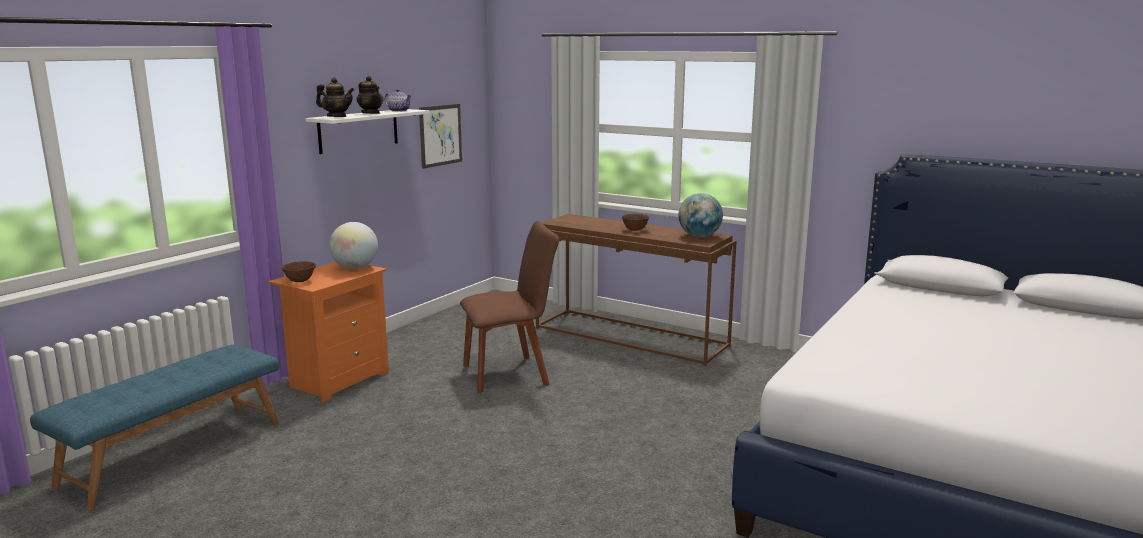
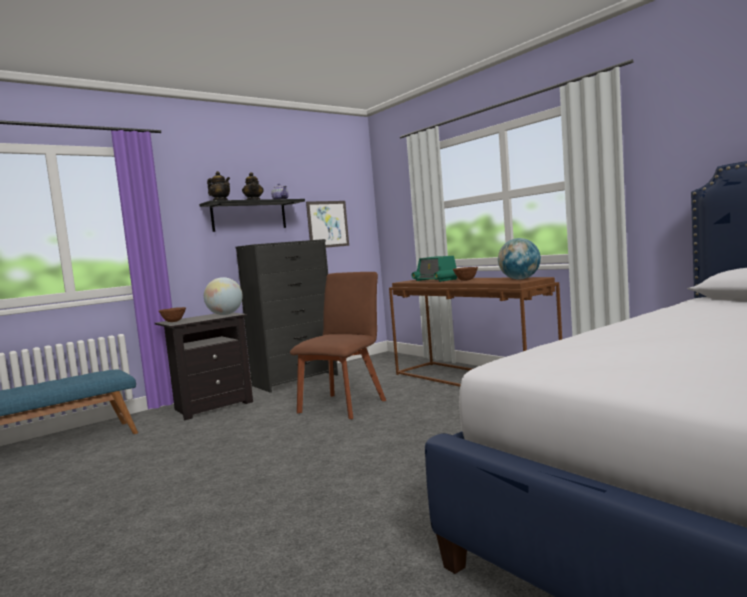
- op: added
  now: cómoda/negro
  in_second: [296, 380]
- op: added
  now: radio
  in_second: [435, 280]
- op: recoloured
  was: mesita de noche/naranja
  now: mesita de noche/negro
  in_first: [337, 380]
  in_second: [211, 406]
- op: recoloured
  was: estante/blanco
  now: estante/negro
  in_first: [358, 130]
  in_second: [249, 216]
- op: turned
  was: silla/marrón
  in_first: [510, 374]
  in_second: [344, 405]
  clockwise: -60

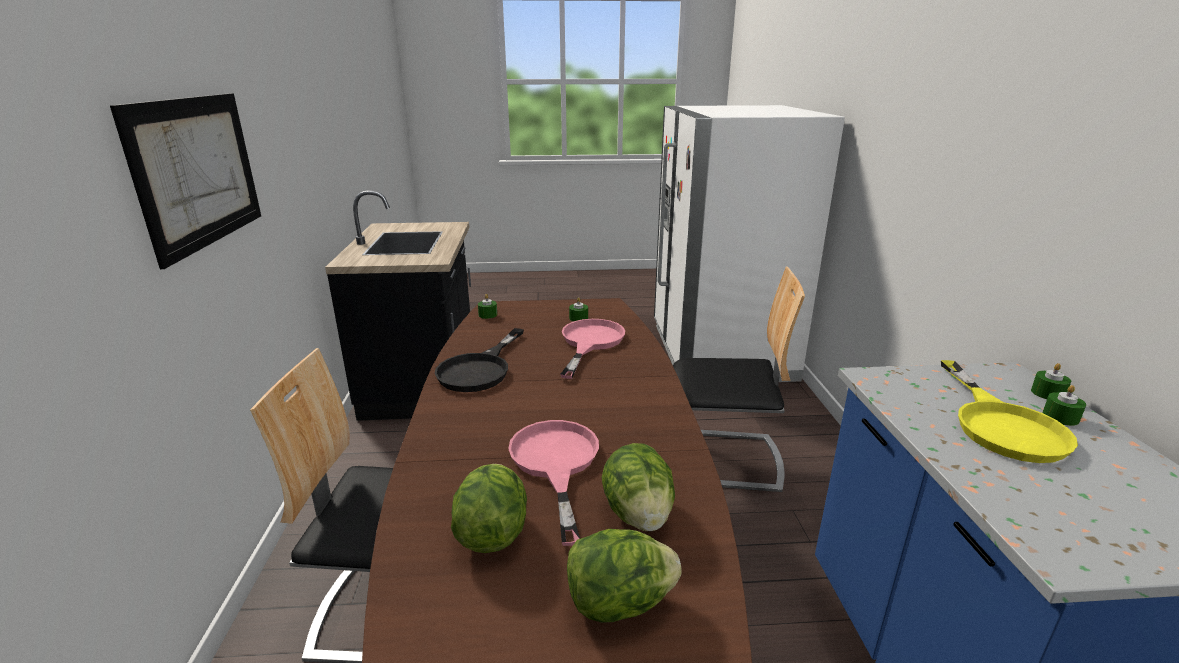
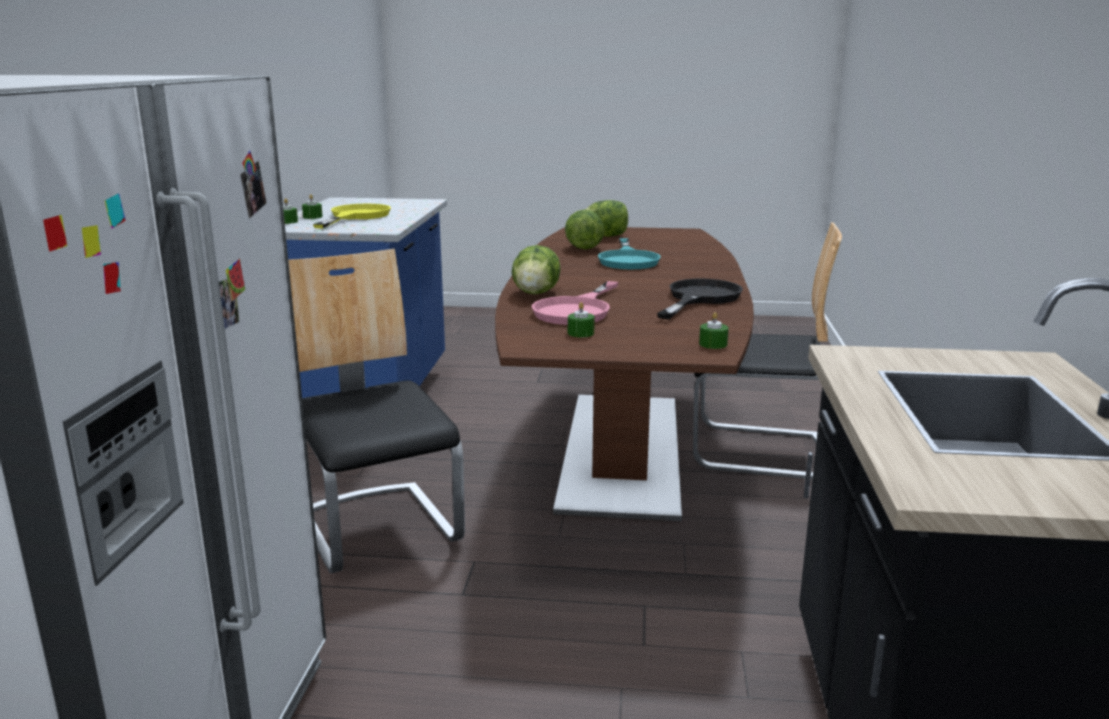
- op: removed
  was: cuadro
  in_first: [198, 172]
- op: moved
  was: lechuga
  in_first: [492, 532]
  in_second: [536, 293]
- op: recoloured
  was: sartén/rosa
  now: sartén/turquesa
  in_first: [555, 464]
  in_second: [628, 260]
- op: turned
  was: silla
  in_first: [723, 459]
  in_second: [379, 528]
  clockwise: 45

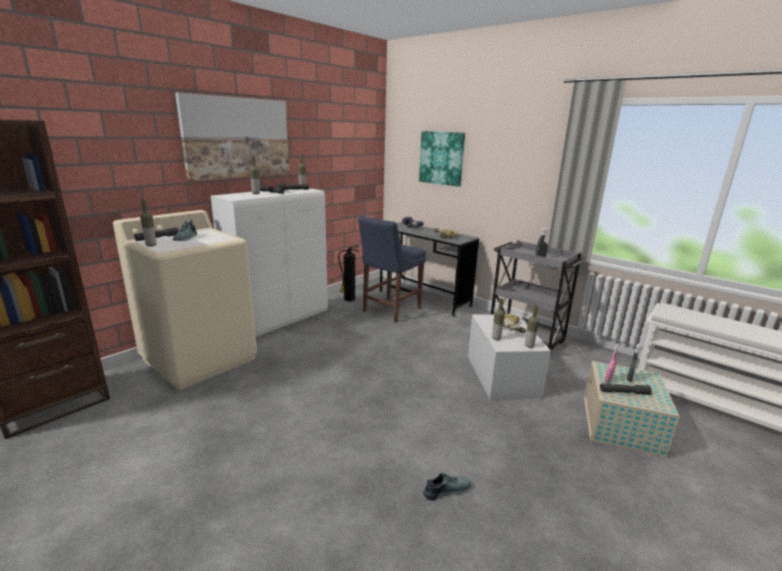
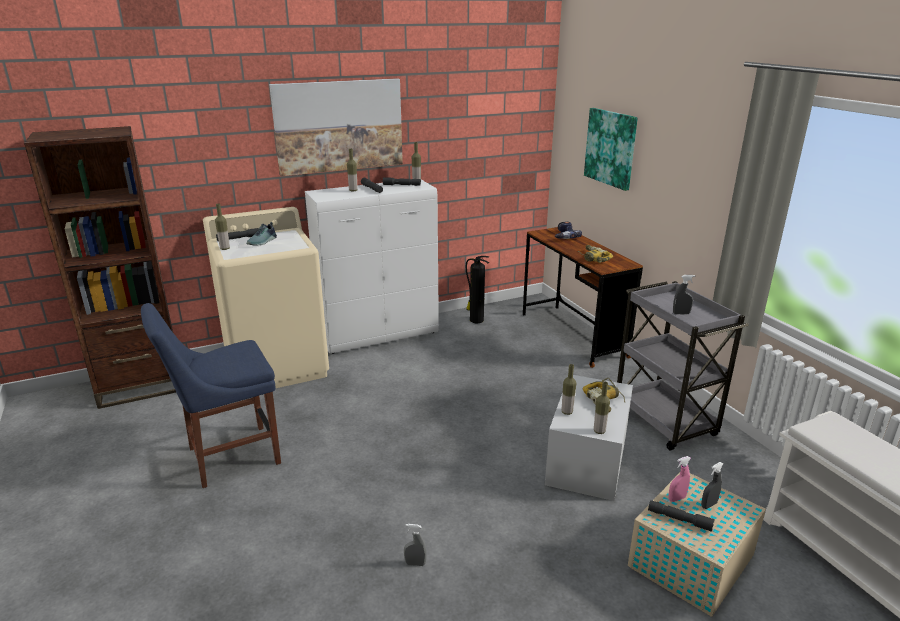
- op: moved
  was: silla/azul
  in_first: [389, 310]
  in_second: [228, 456]
- op: replaced
  was: zapato
  now: pulverizador/gris
  in_first: [446, 489]
  in_second: [415, 563]
- op: recoloured
  was: escritorio/gris
  now: escritorio/marrón
  in_first: [424, 298]
  in_second: [573, 335]

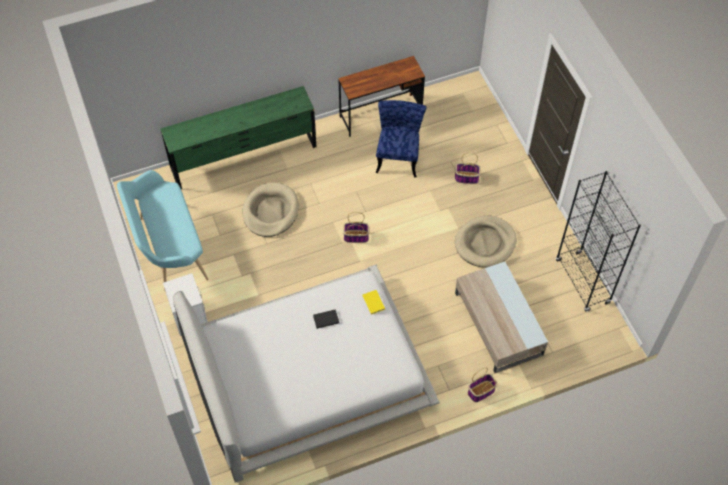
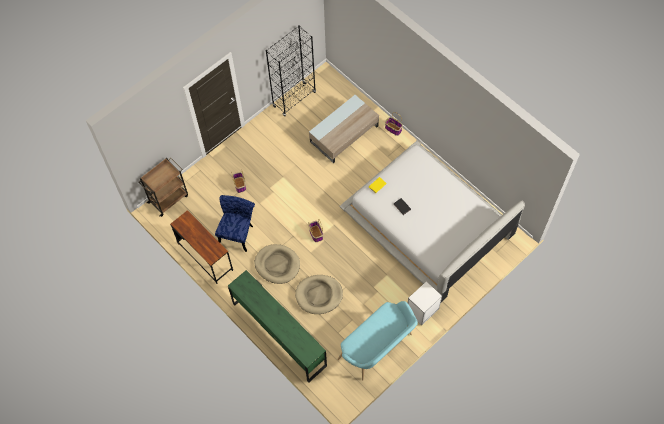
- op: added
  now: carrito/marrón
  in_second: [168, 198]
- op: moved
  was: cama para perro/beis
  in_first: [485, 243]
  in_second: [277, 264]
- op: turned
  was: silla/azul
  in_first: [398, 156]
  in_second: [237, 232]
  clockwise: 120

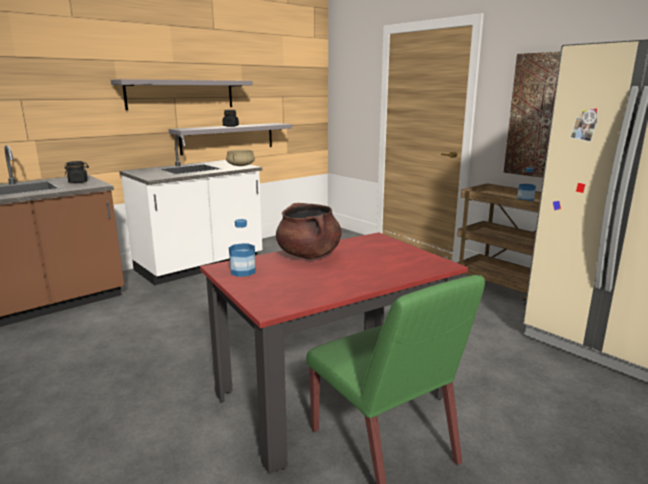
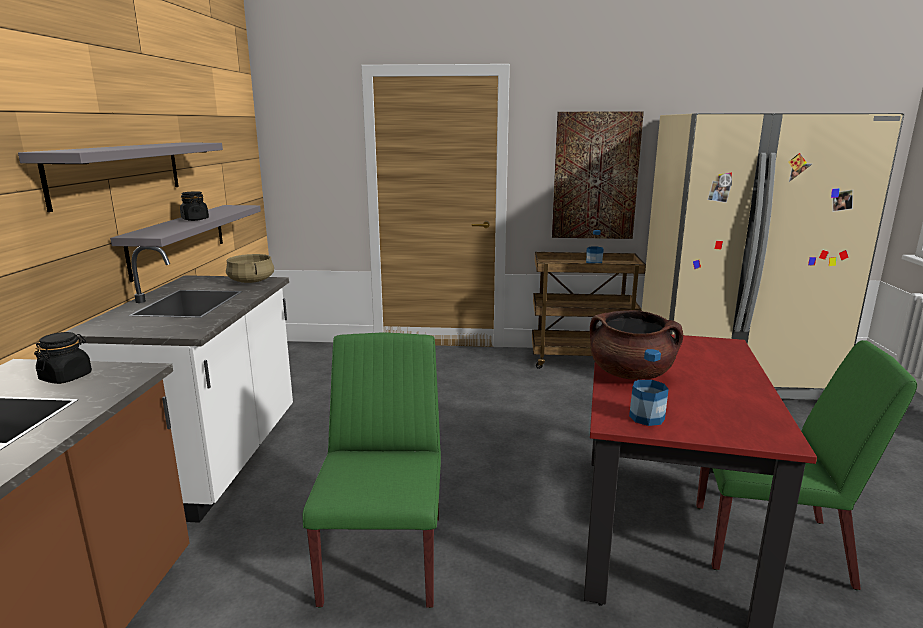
- op: added
  now: silla/verde
  in_second: [384, 557]

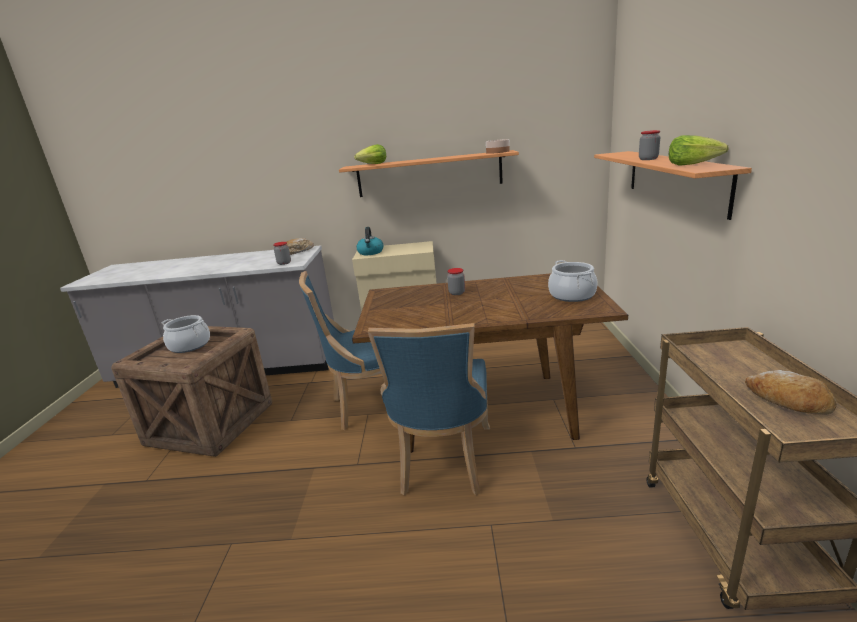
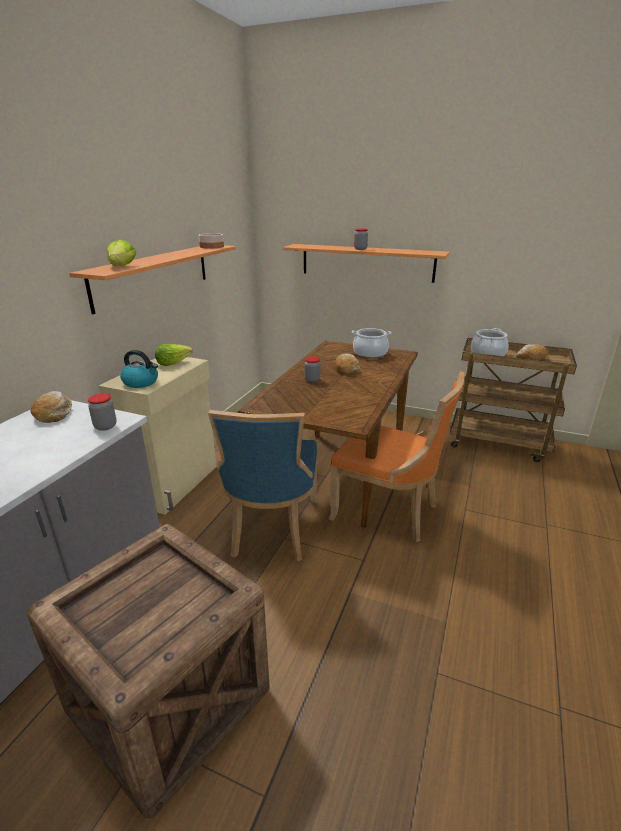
- op: added
  now: pan
  in_second: [346, 369]
- op: moved
  was: olla
  in_first: [190, 345]
  in_second: [488, 354]
- op: moved
  was: lechuga
  in_first: [692, 164]
  in_second: [173, 363]
- op: recoloured
  was: silla/azul
  now: silla/naranja
  in_first: [443, 461]
  in_second: [389, 511]

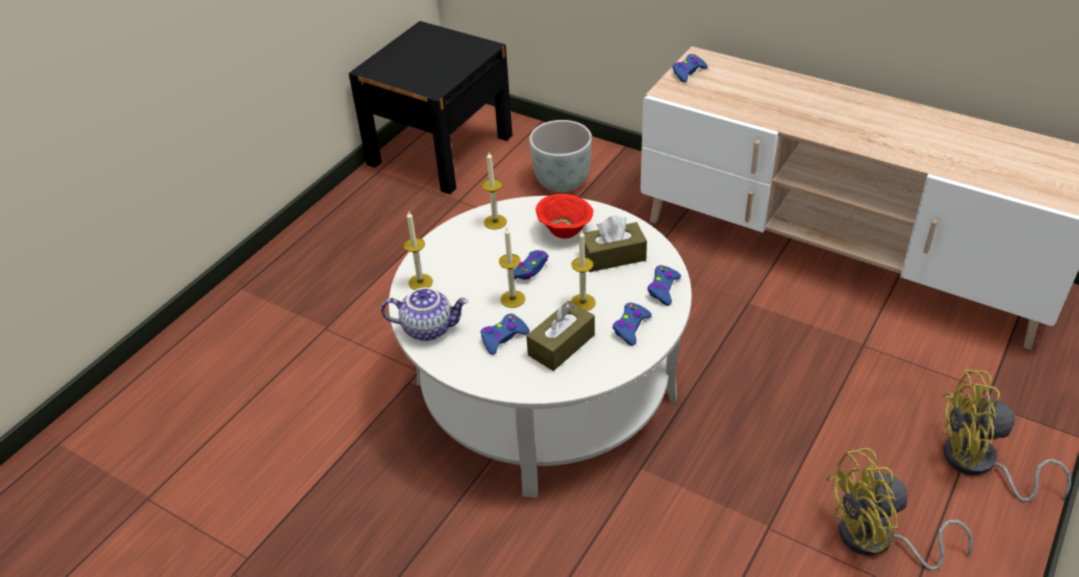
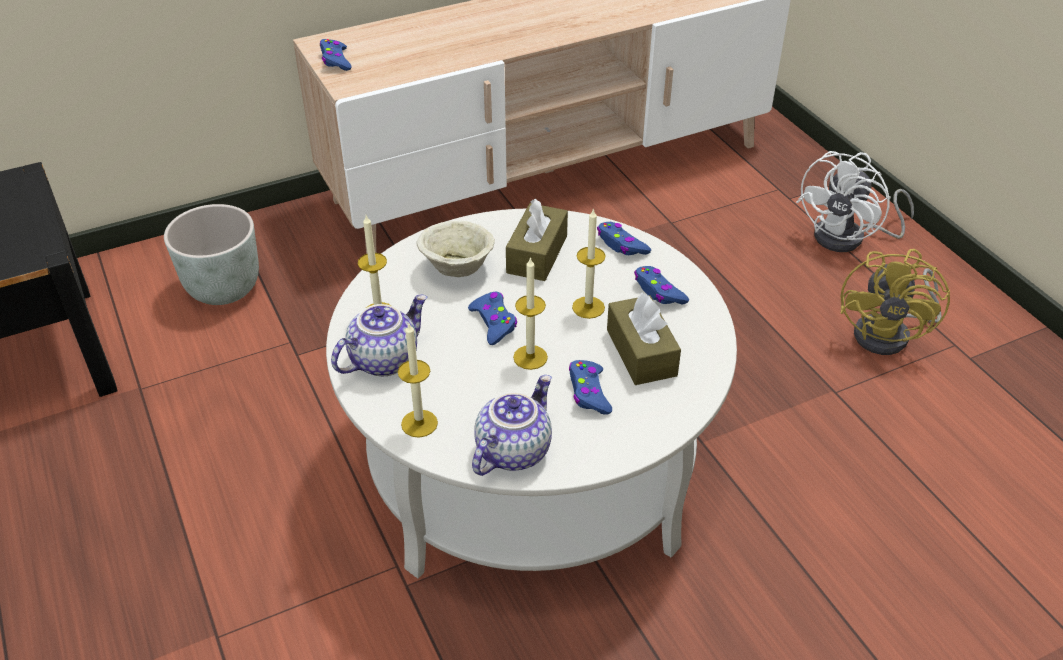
- op: added
  now: tetera
  in_second: [383, 359]
- op: recoloured
  was: cuenco/rojo
  now: cuenco/beis
  in_first: [564, 231]
  in_second: [456, 269]
- op: recoloured
  was: ventilador/amarillo
  now: ventilador/blanco
  in_first: [978, 465]
  in_second: [849, 238]

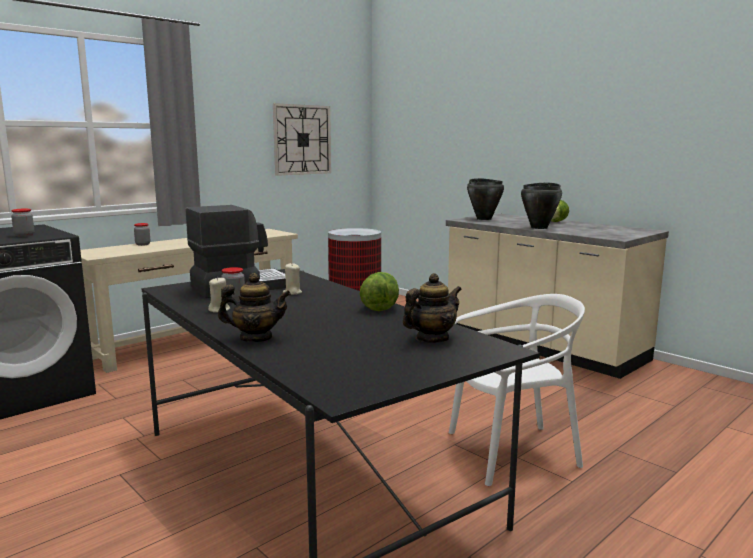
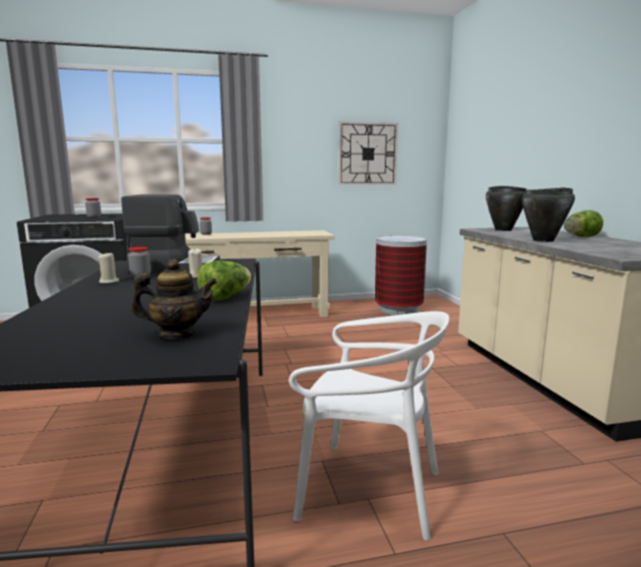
- op: removed
  was: tetera
  in_first: [256, 338]

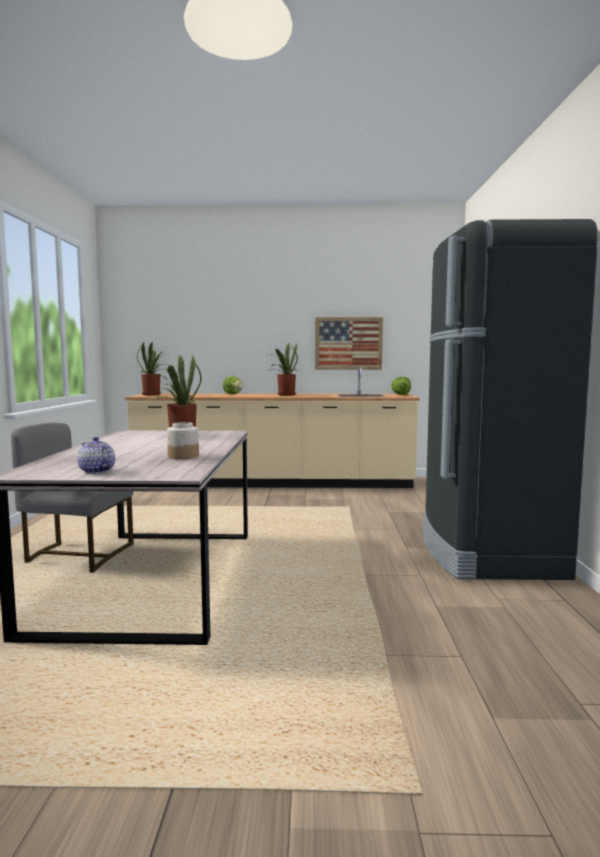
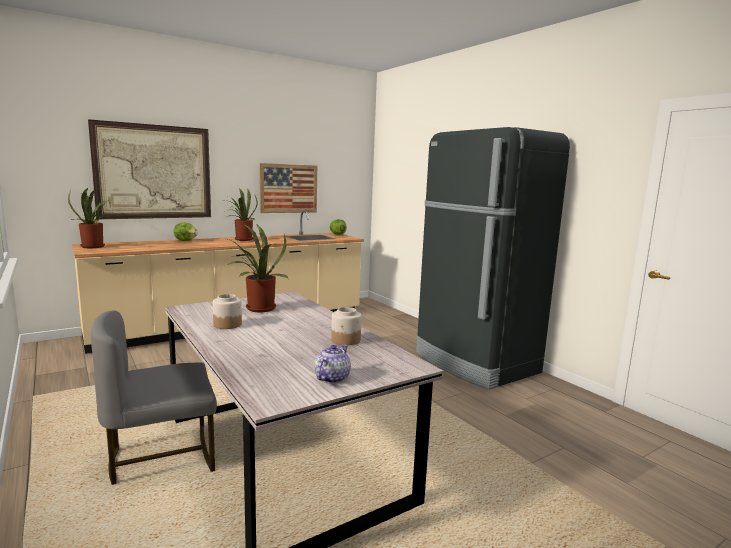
- op: added
  now: cuadro
  in_second: [154, 172]
- op: added
  now: tarro
  in_second: [227, 324]
- op: turned
  was: tetera
  in_first: [96, 471]
  in_second: [332, 378]
  clockwise: 105

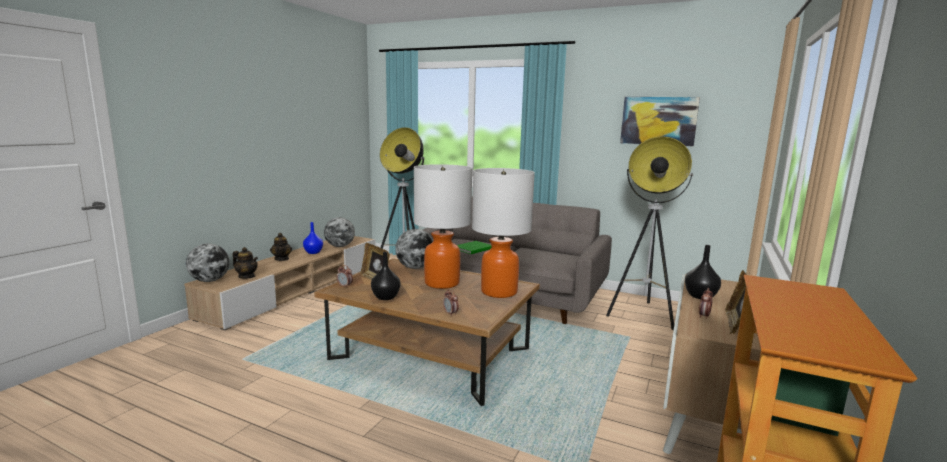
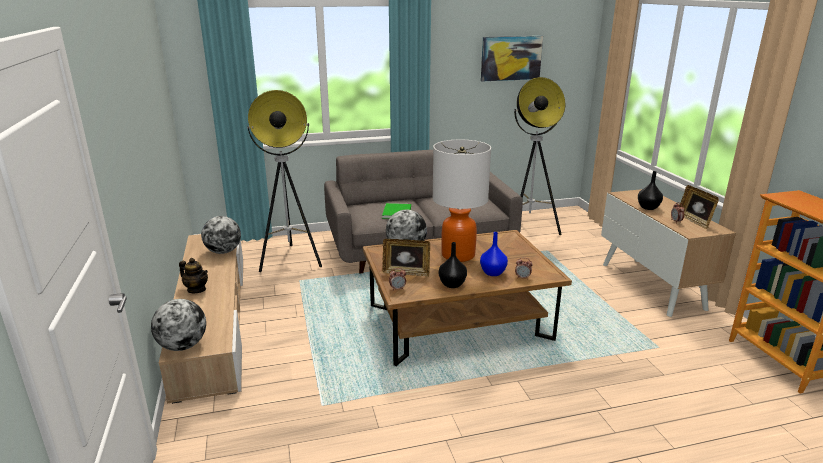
- op: removed
  was: tetera
  in_first: [247, 276]
- op: removed
  was: lámpara de mesa
  in_first: [499, 292]
- op: moved
  was: florero/azul
  in_first: [313, 252]
  in_second: [492, 273]

